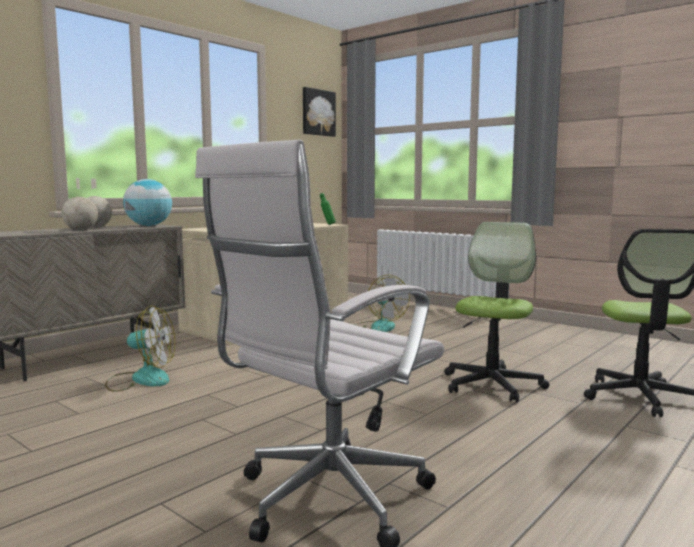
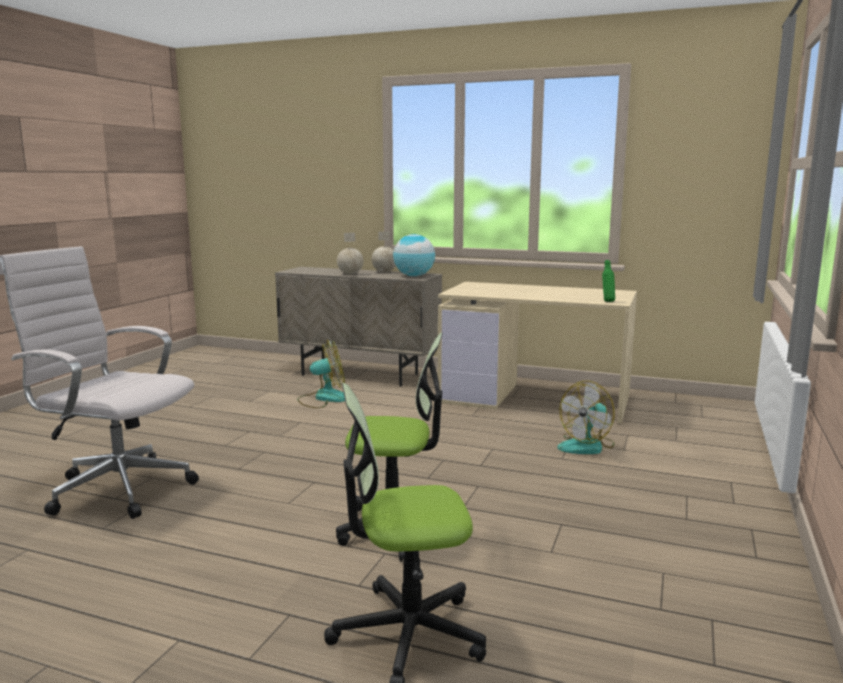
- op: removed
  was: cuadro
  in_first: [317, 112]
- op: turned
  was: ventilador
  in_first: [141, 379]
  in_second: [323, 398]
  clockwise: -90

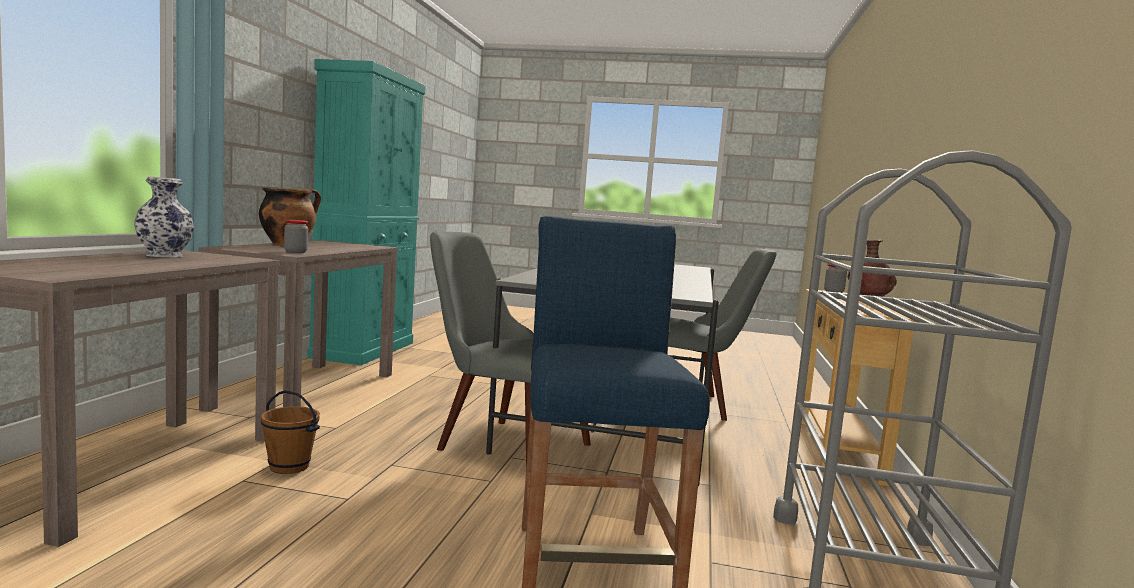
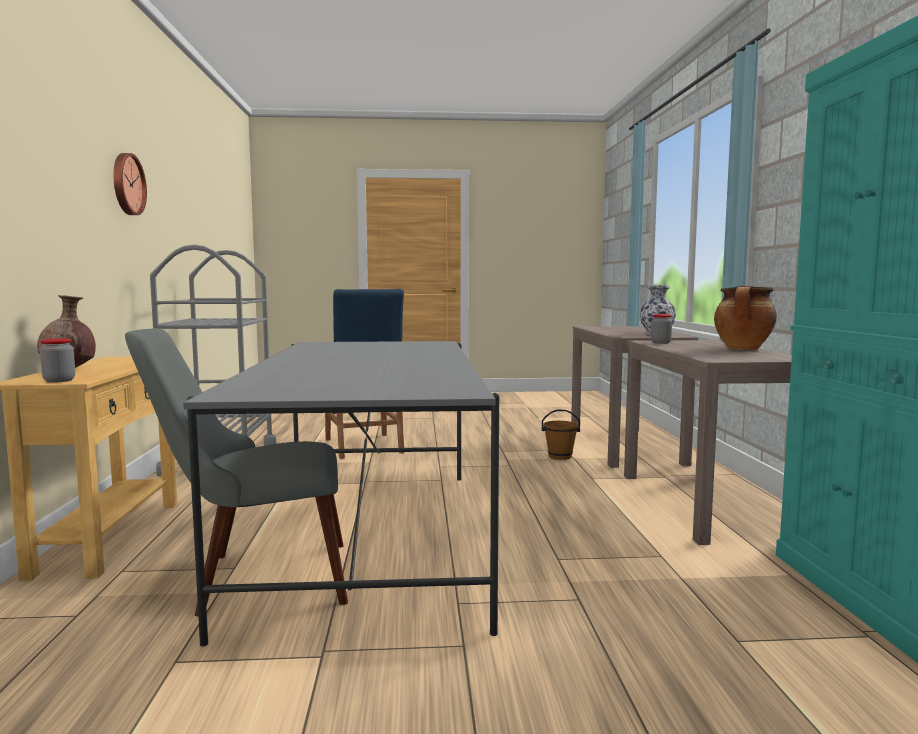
- op: removed
  was: silla/gris
  in_first: [498, 442]
- op: added
  now: reloj de pared
  in_second: [126, 184]

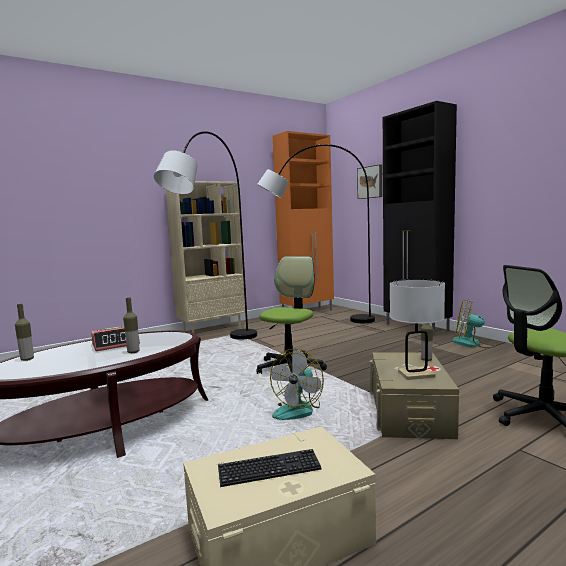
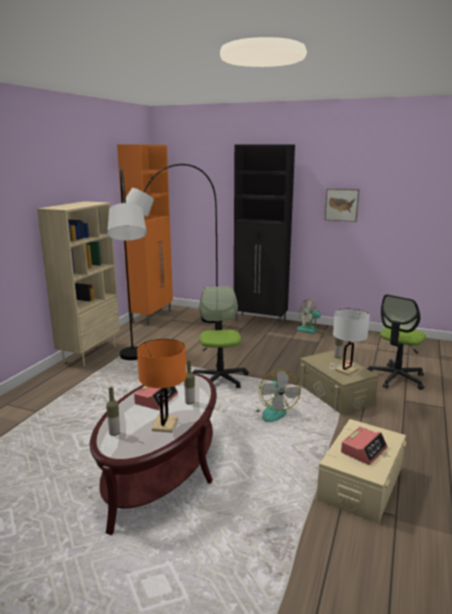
- op: added
  now: lámpara de mesa/naranja
  in_second: [165, 424]
- op: moved
  was: cuadro
  in_first: [370, 182]
  in_second: [341, 204]
- op: replaced
  was: teclado
  now: despertador
  in_first: [269, 469]
  in_second: [363, 450]

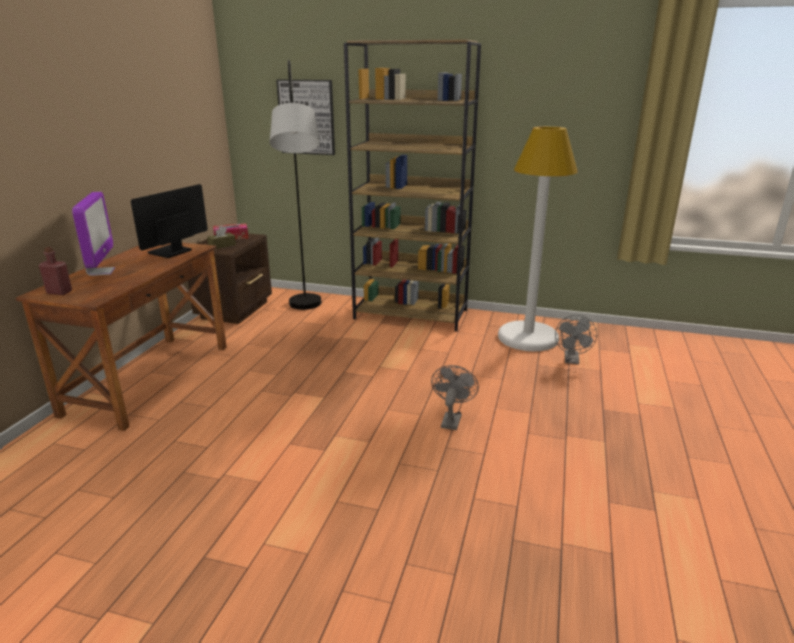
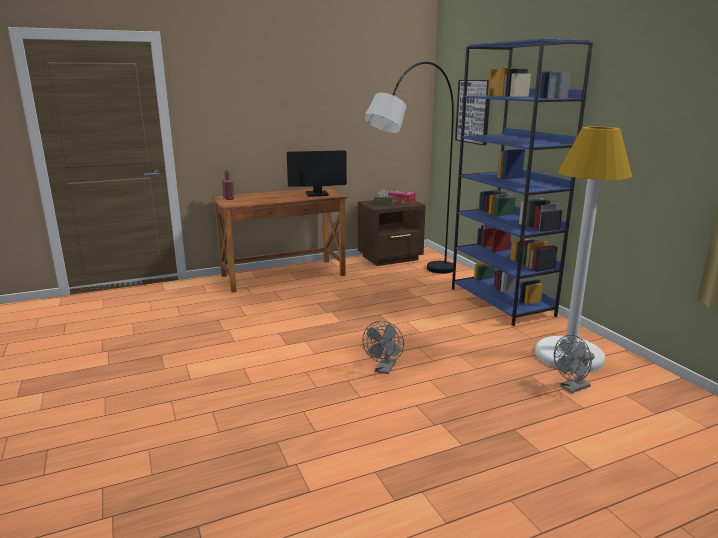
- op: removed
  was: monitor
  in_first: [101, 272]
- op: recoloured
  was: estantería/marrón
  now: estantería/azul
  in_first: [411, 314]
  in_second: [502, 302]
- op: turned
  was: ventilador/gris
  in_first: [451, 419]
  in_second: [384, 369]
  clockwise: 135

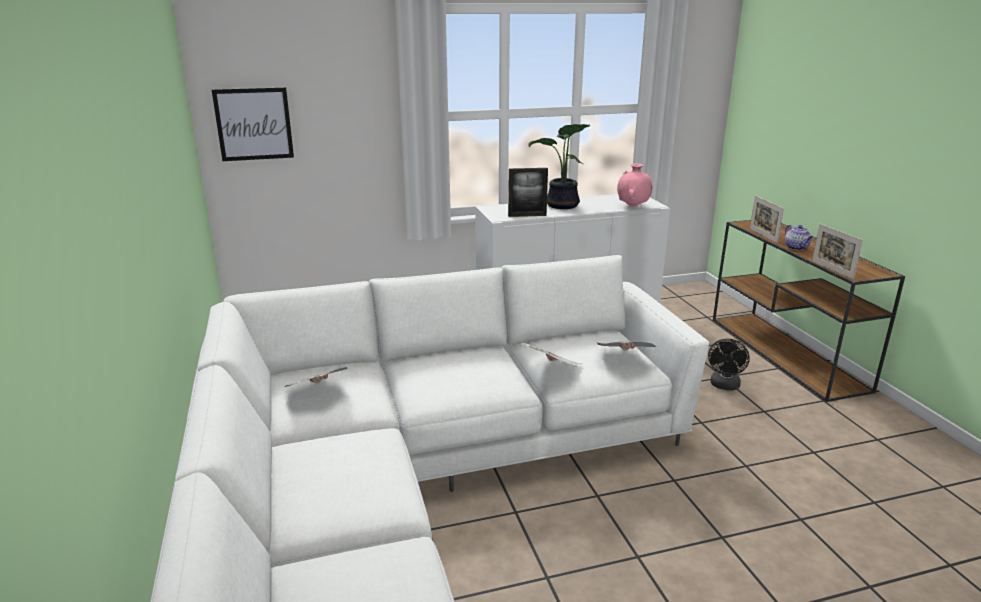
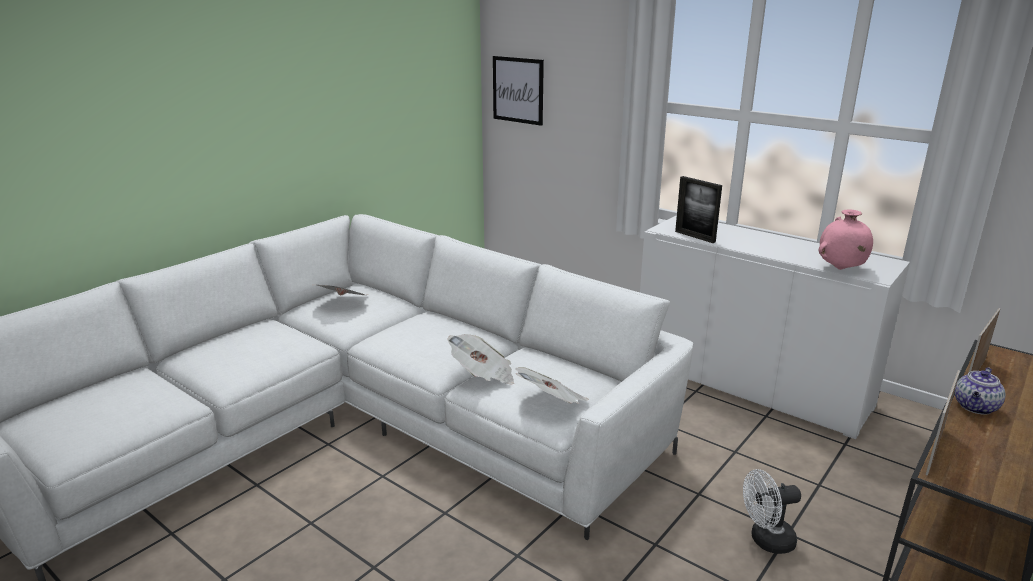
- op: removed
  was: planta en maceta
  in_first: [562, 206]
- op: recoloured
  was: ventilador/negro
  now: ventilador/blanco
  in_first: [724, 386]
  in_second: [766, 541]

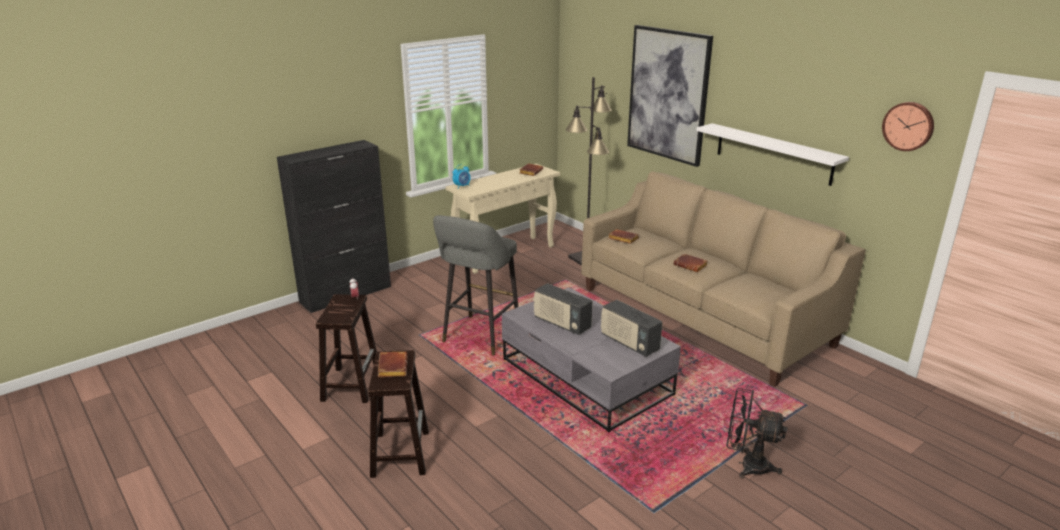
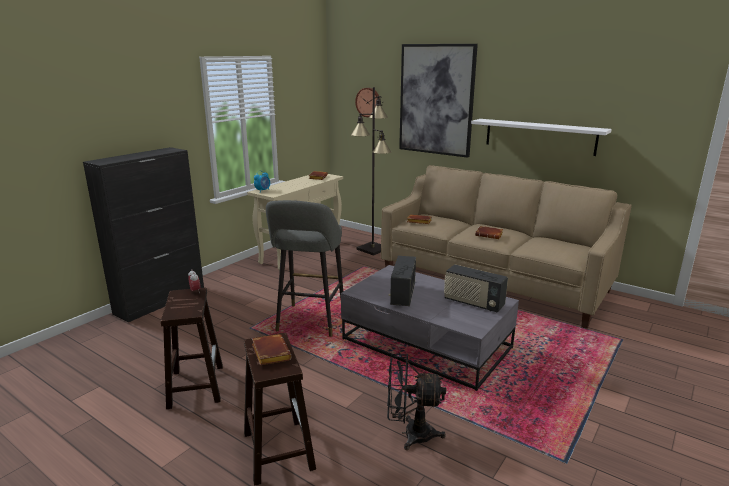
- op: moved
  was: ventilador/negro
  in_first: [747, 465]
  in_second: [410, 434]
- op: moved
  was: reloj de pared
  in_first: [908, 126]
  in_second: [368, 102]
- op: turned
  was: radio
  in_first: [561, 324]
  in_second: [402, 295]
  clockwise: 75

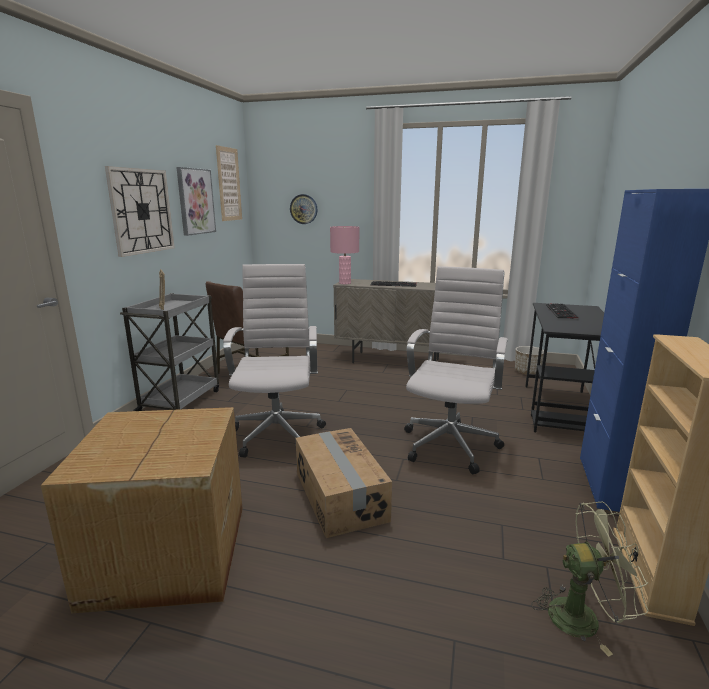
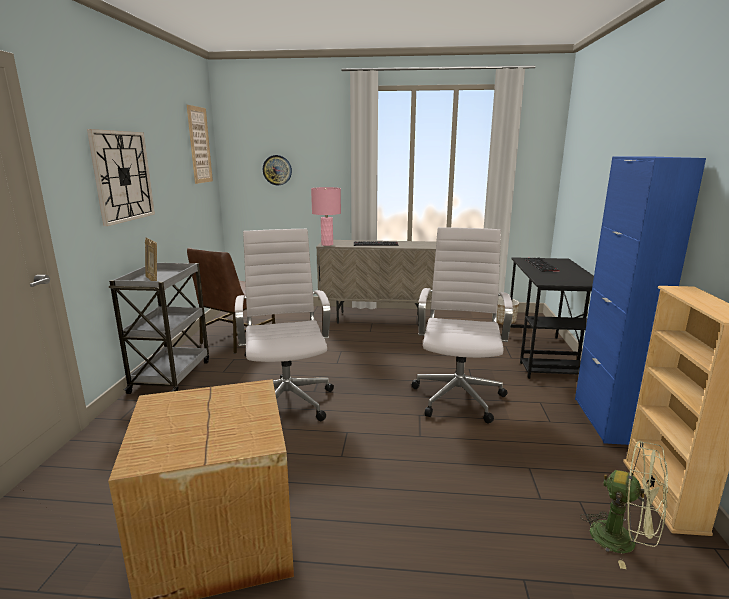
- op: removed
  was: cuadro
  in_first: [195, 201]
- op: removed
  was: caja de cartón
  in_first: [339, 496]
- op: turned
  was: ventilador/verde
  in_first: [583, 616]
  in_second: [623, 541]
  clockwise: 45

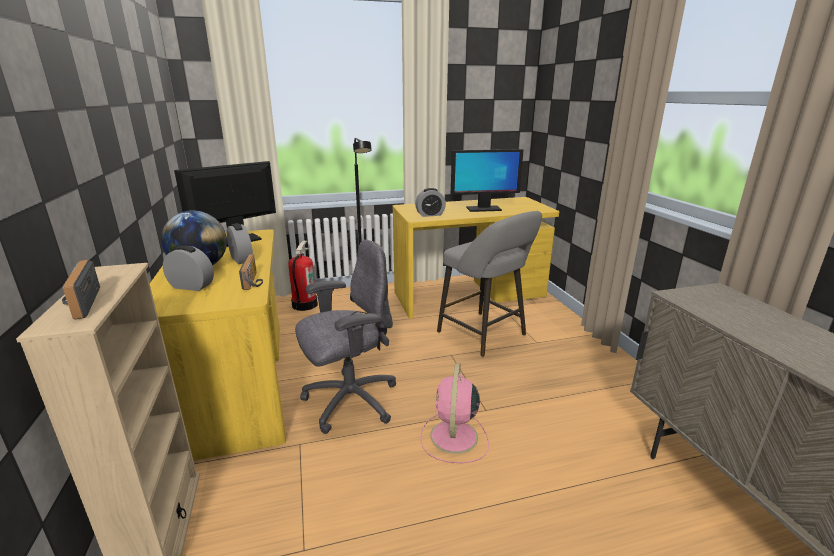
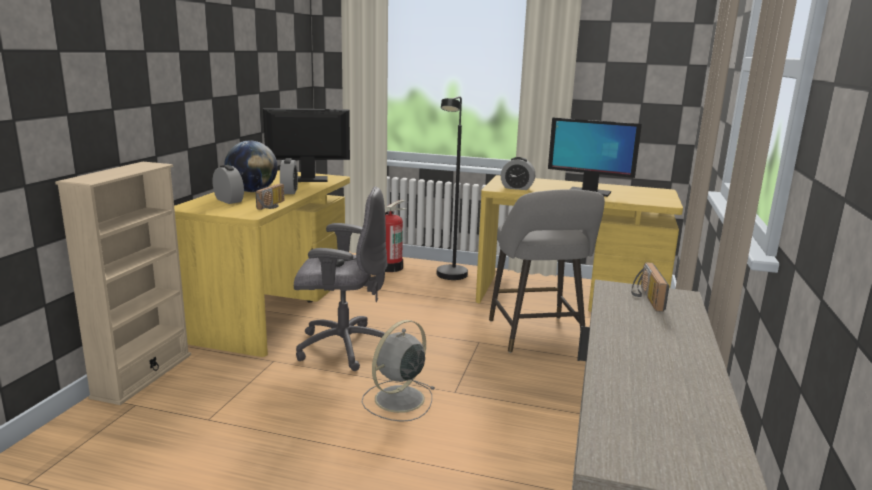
- op: moved
  was: radio
  in_first: [78, 303]
  in_second: [645, 298]
- op: recoloured
  was: ventilador/rosa
  now: ventilador/gris
  in_first: [453, 438]
  in_second: [398, 400]

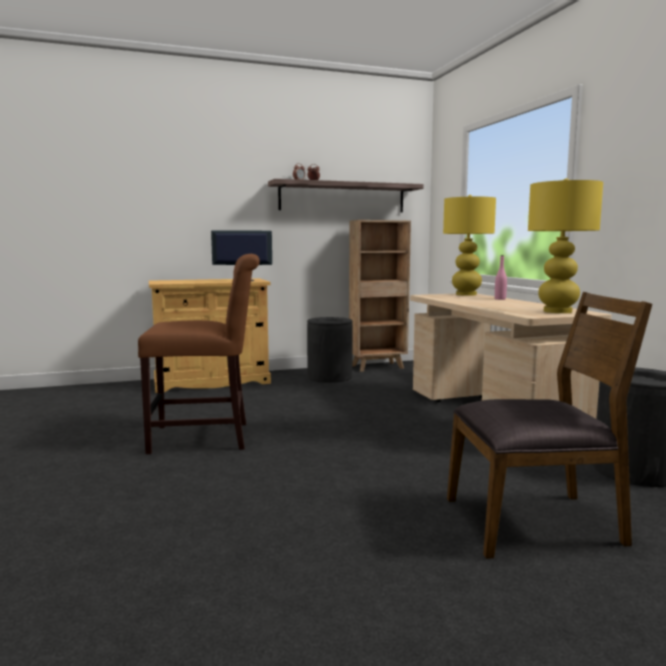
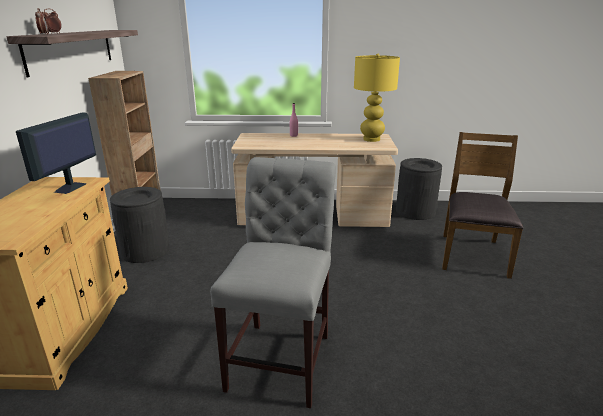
- op: removed
  was: lámpara de mesa/amarillo
  in_first: [466, 294]
- op: recoloured
  was: silla/marrón
  now: silla/gris
  in_first: [207, 437]
  in_second: [282, 356]

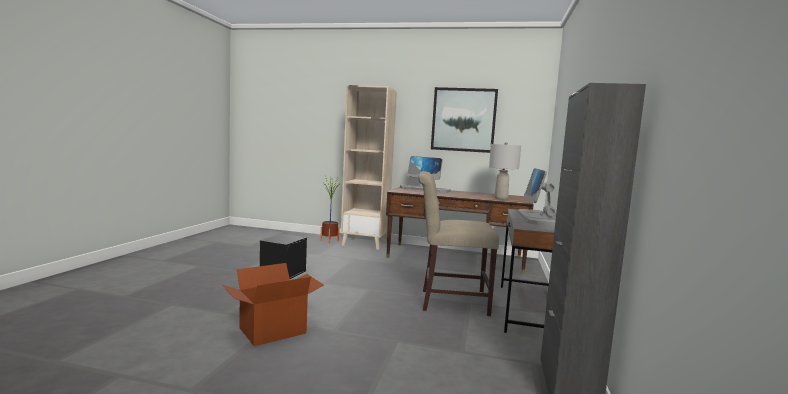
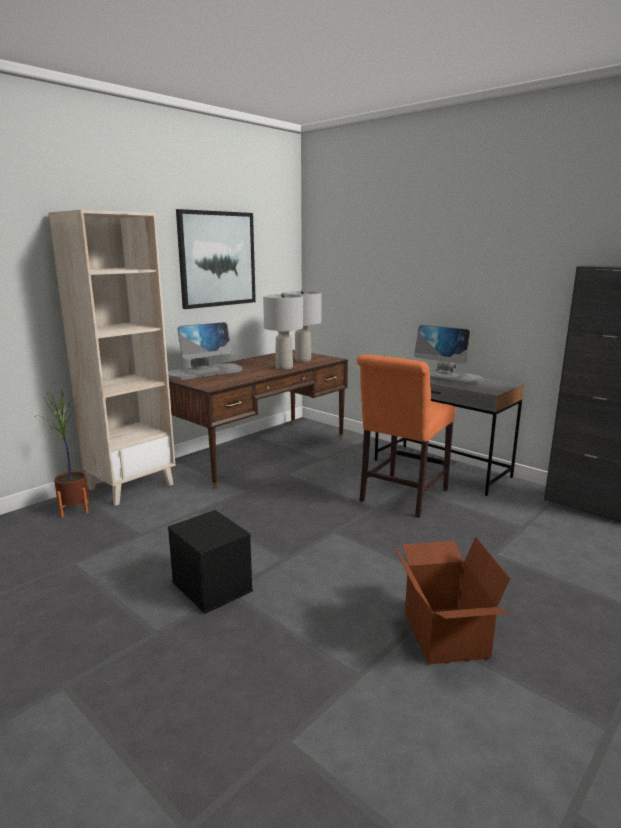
- op: added
  now: lámpara de mesa/gris
  in_second: [284, 368]
- op: recoloured
  was: silla/beis
  now: silla/naranja
  in_first: [449, 301]
  in_second: [401, 497]

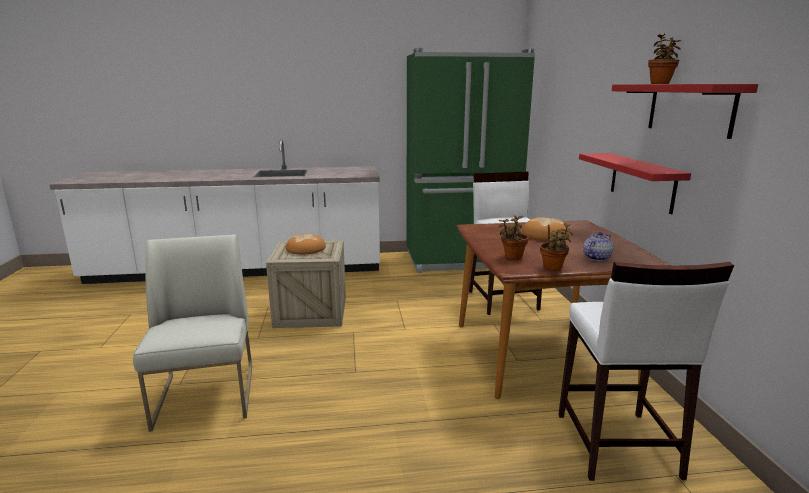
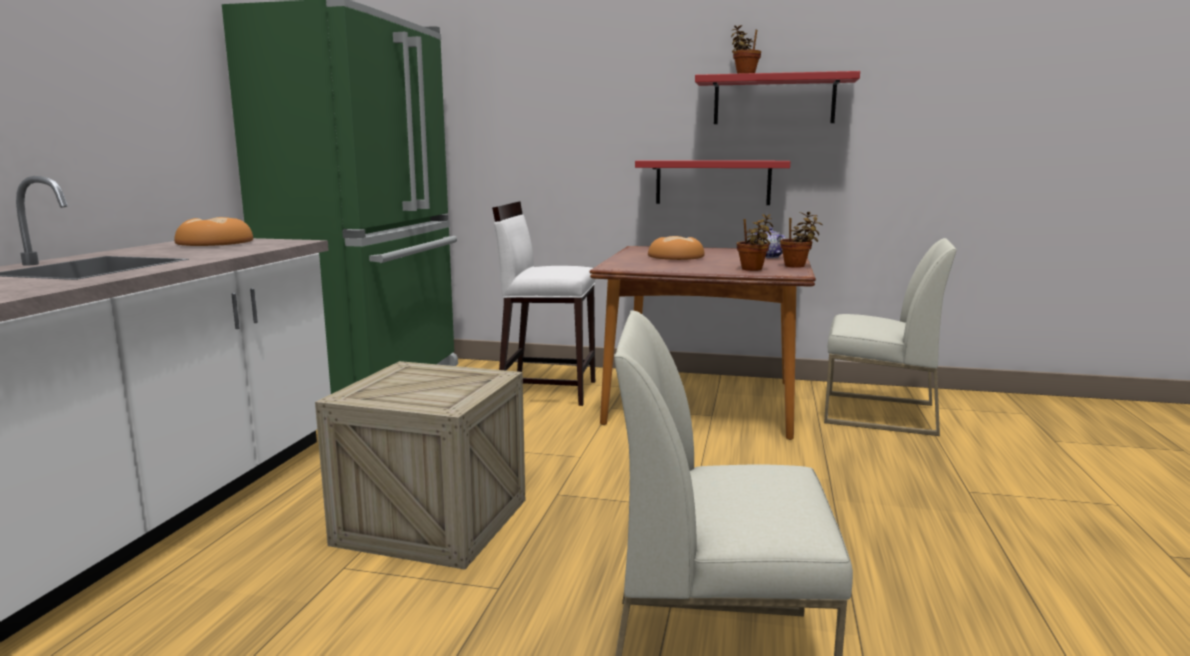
- op: moved
  was: pan
  in_first: [306, 249]
  in_second: [215, 243]
- op: replaced
  was: taburete/blanco
  now: silla/blanco
  in_first: [615, 445]
  in_second: [878, 414]

